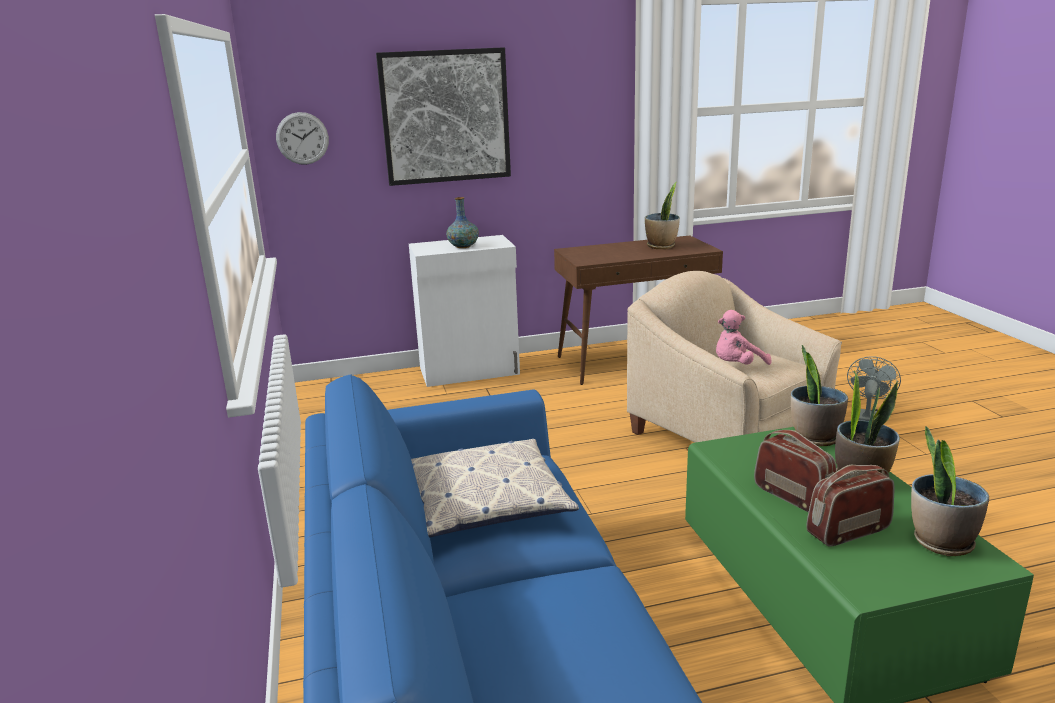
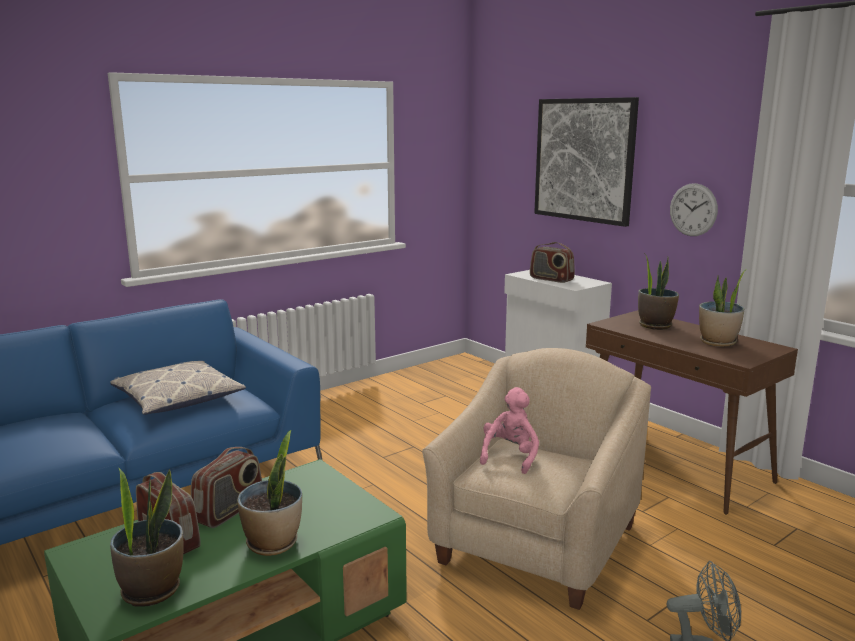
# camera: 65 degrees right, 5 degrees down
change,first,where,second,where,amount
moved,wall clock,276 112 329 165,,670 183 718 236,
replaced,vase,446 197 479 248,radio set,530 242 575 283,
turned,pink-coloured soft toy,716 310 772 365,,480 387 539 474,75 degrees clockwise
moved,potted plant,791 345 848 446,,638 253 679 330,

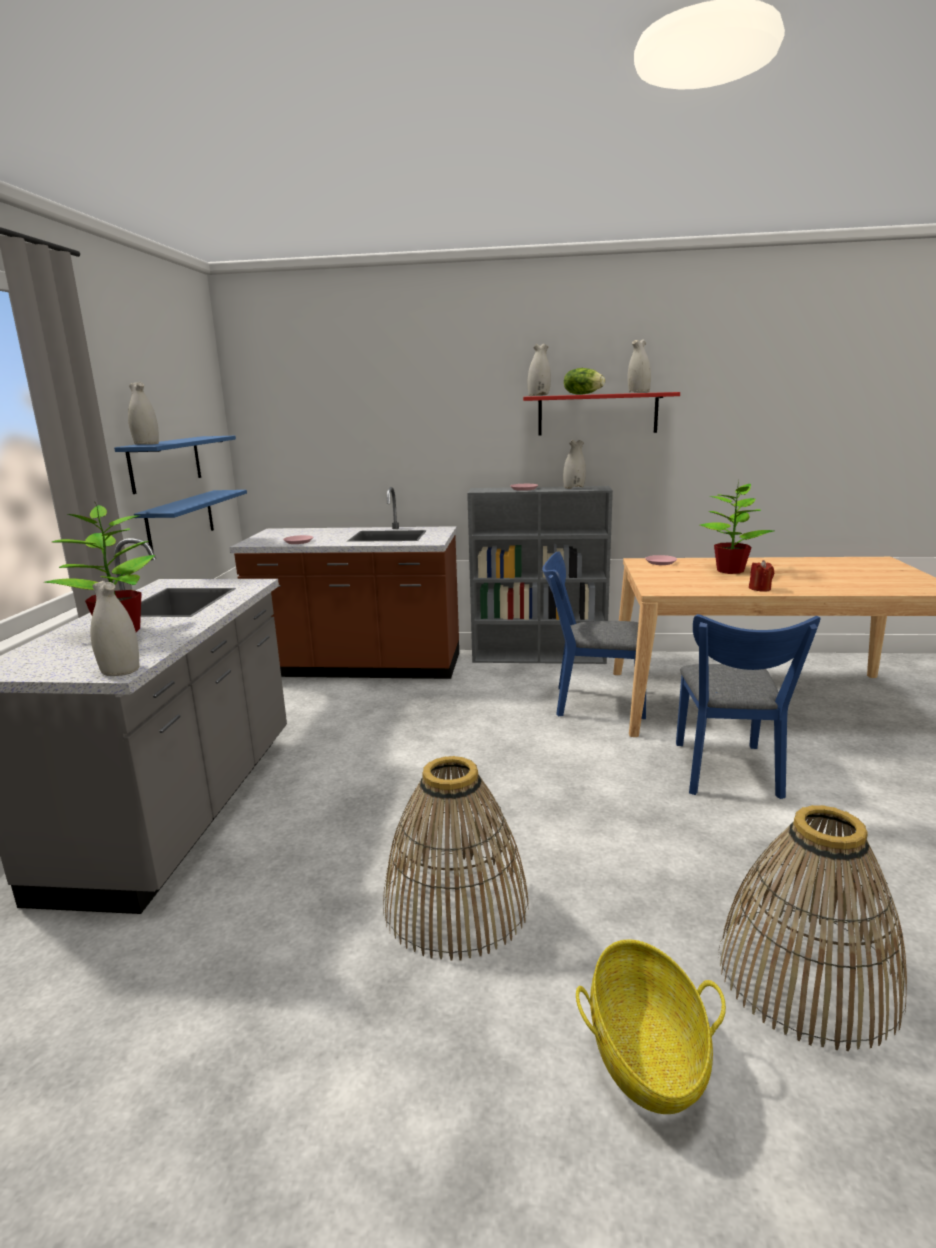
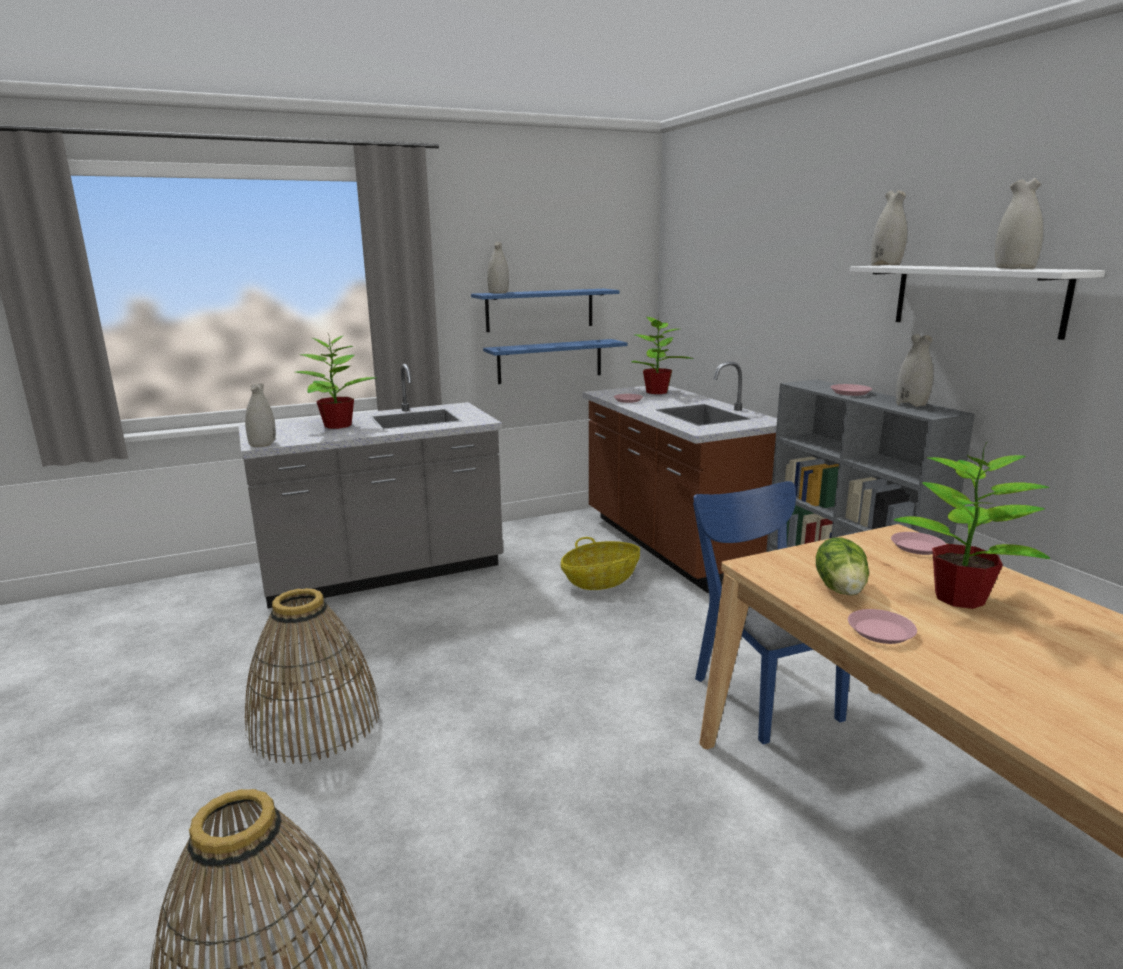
# camera: 60 degrees right, 0 degrees up
change,first,where,second,where,amount
recoloured,reddish wall shelf,523 392 680 436,whitish wall shelf,850 265 1105 340,
moved,head of lettuce,564 368 605 395,,816 537 869 596,
moved,basket,576 940 726 1114,,561 537 640 590,
removed,blue-coloured plain chair,676 614 821 799,,,
replaced,reddish candle,749 560 774 592,pink-coloured flat dish,848 609 917 644,
added,,,potted plant,632 317 693 394,

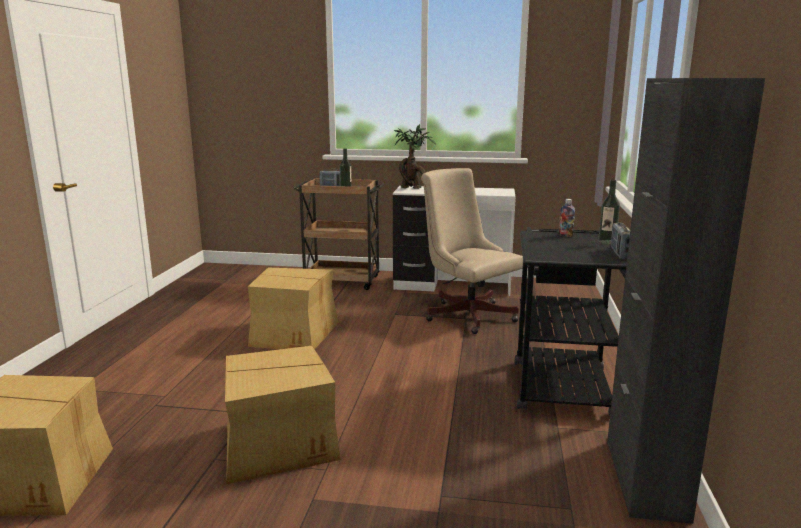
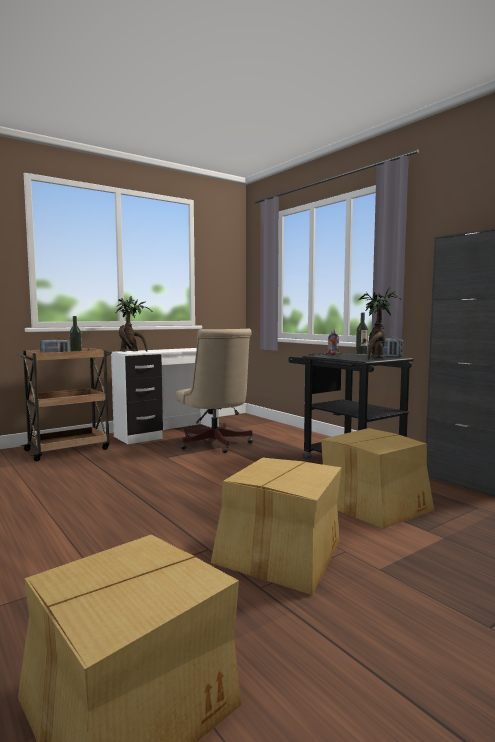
# camera: 45 degrees left, 10 degrees down
change,first,where,second,where,amount
moved,carton,248 268 338 350,,321 428 434 529,
turned,beige office chair,421 168 523 334,,176 329 253 453,120 degrees counterclockwise
added,,,potted plant,358 287 400 360,

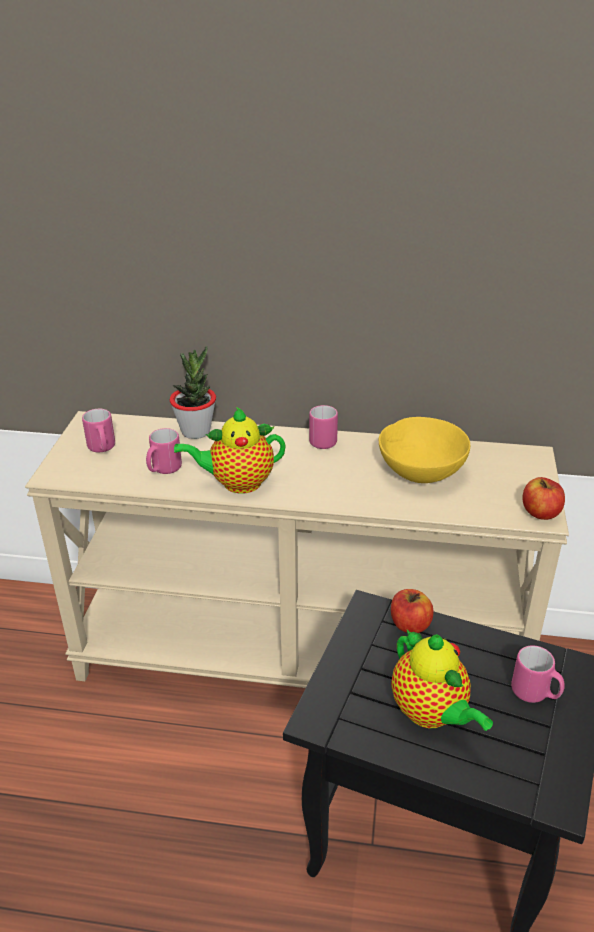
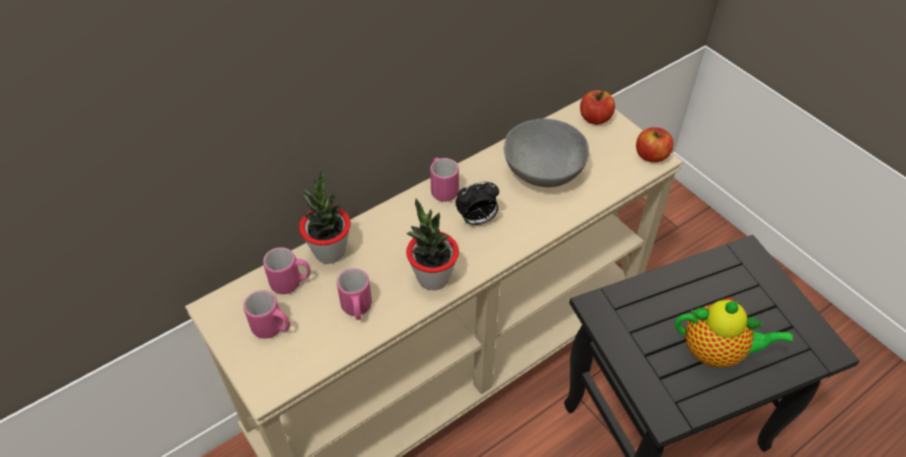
# camera: 45 degrees left, 15 degrees up
change,first,where,second,where,amount
replaced,pot for tea,174 407 286 494,potted plant,406 198 459 290,
recoloured,yellow-coloured deep dish,379 417 470 483,greyish deep dish,504 119 589 187,
moved,apple fruit,391 589 434 633,,580 91 615 125,
moved,pink-coloured mug,511 645 565 703,,263 247 311 294,
added,,,alarm clock,455 181 499 225,

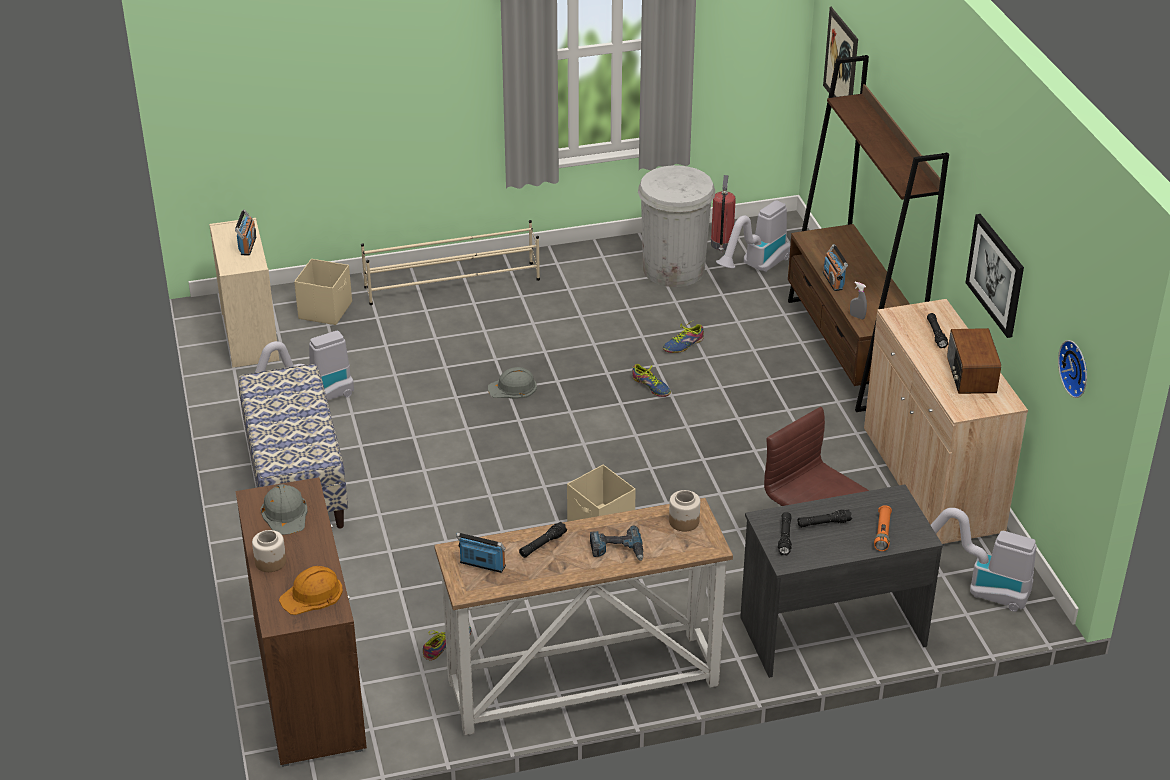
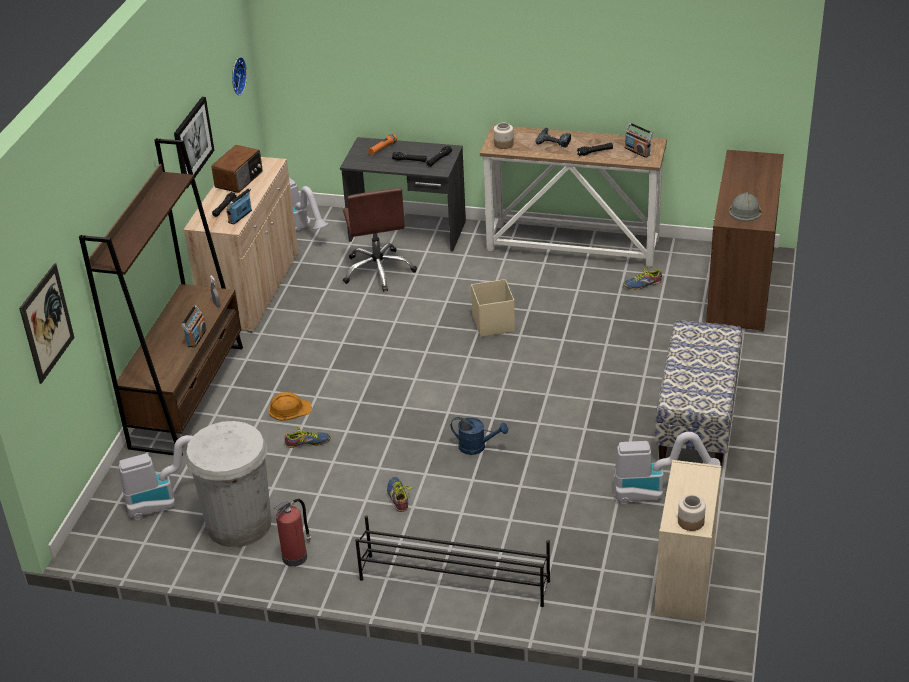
# camera: 150 degrees left, 0 degrees up
change,first,where,second,where,amount
moved,radio set,235 209 256 256,,227 188 252 225,
moved,storage jar,252 530 286 572,,678 495 706 531,
moved,orange safety helmet,279 566 343 615,,269 392 312 421,
removed,beige storage box,294 259 352 325,,,
recoloured,beige shoe stand,361 220 540 305,black-coloured shoe stand,355 515 550 607,
replaced,greyish safety helmet,488 367 537 399,blue-coloured watering can,451 417 508 455,
moved,item of footwear,632 364 671 397,,387 477 412 512,
moved,extinguisher,711 175 736 254,,274 499 311 567,

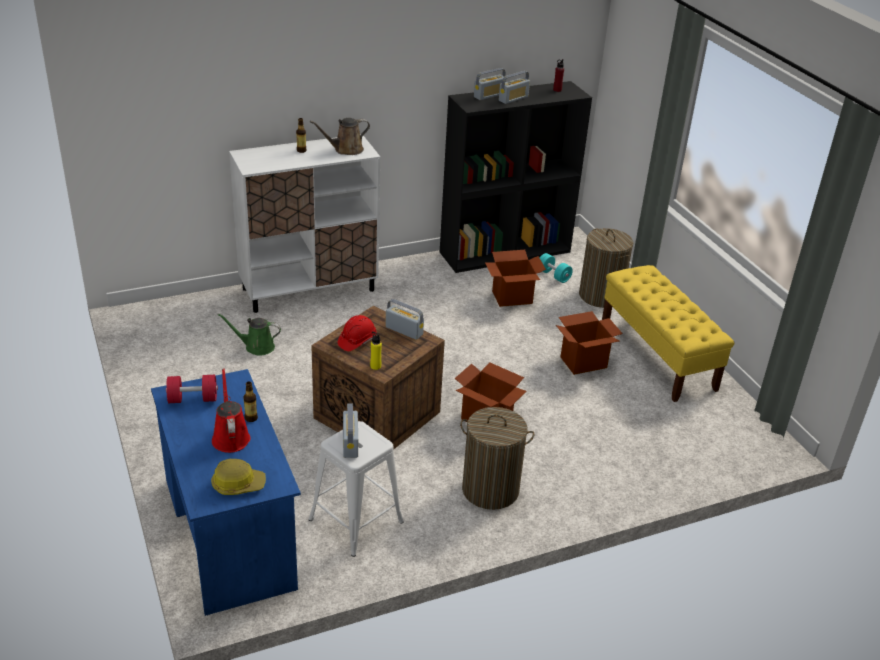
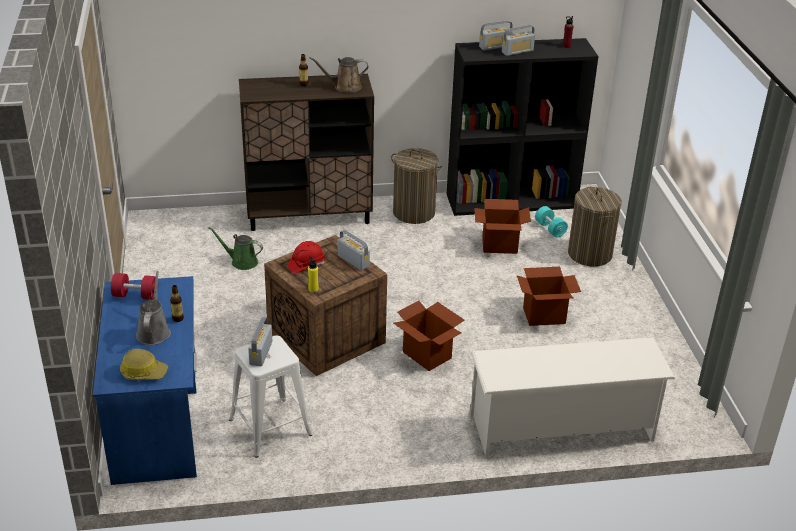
# camera: 15 degrees right, 0 degrees up
change,first,where,second,where,amount
recoloured,reddish watering can,212 368 251 453,greyish watering can,136 271 171 345,
recoloured,whitish cupboard,229 134 380 313,brownish cupboard,239 74 374 231,
moved,laundry basket,460 407 534 510,,391 148 442 224,
removed,yellow-coloured indoor bench,602 265 735 402,,,
added,,,whitish shoe stand,470 337 675 457,

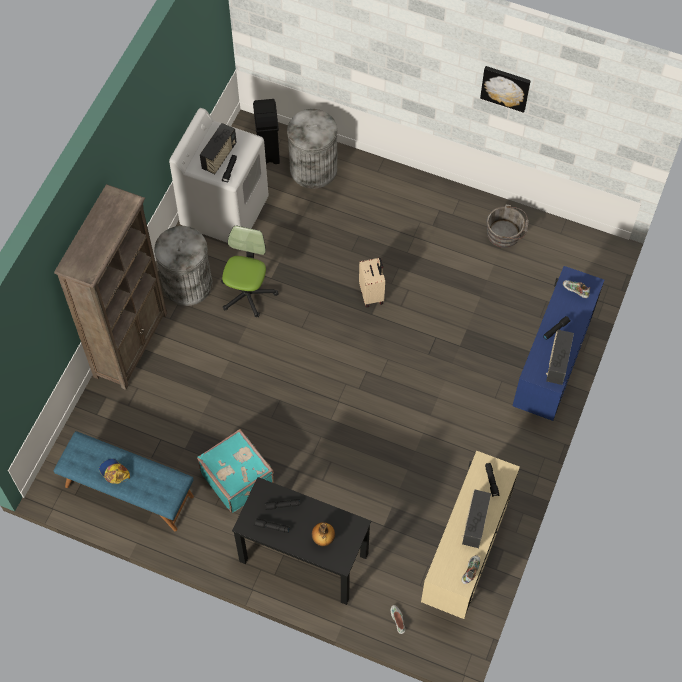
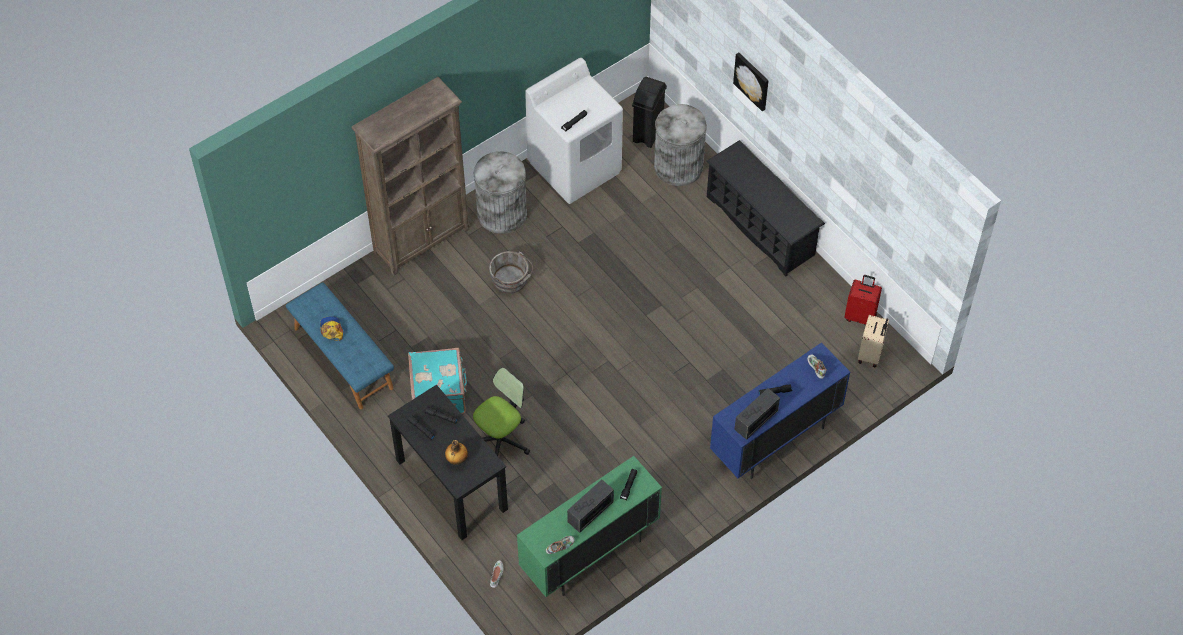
# camera: 30 degrees right, 5 degrees down
change,first,where,second,where,amount
removed,radio set,200 123 237 174,,,
moved,office chair,221 225 278 317,,473 368 530 456,
moved,beige piece of luggage,359 258 385 307,,858 315 889 367,
recoloured,beige cupboard,421 451 520 619,greenish cupboard,517 456 662 597,
moved,picture,480 66 531 113,,733 53 769 111,
moved,greyish water bucket,486 204 529 248,,489 251 533 294,
added,,,black-coloured shoe stand,706 140 825 276,
added,,,reddish piece of luggage,844 275 882 325,

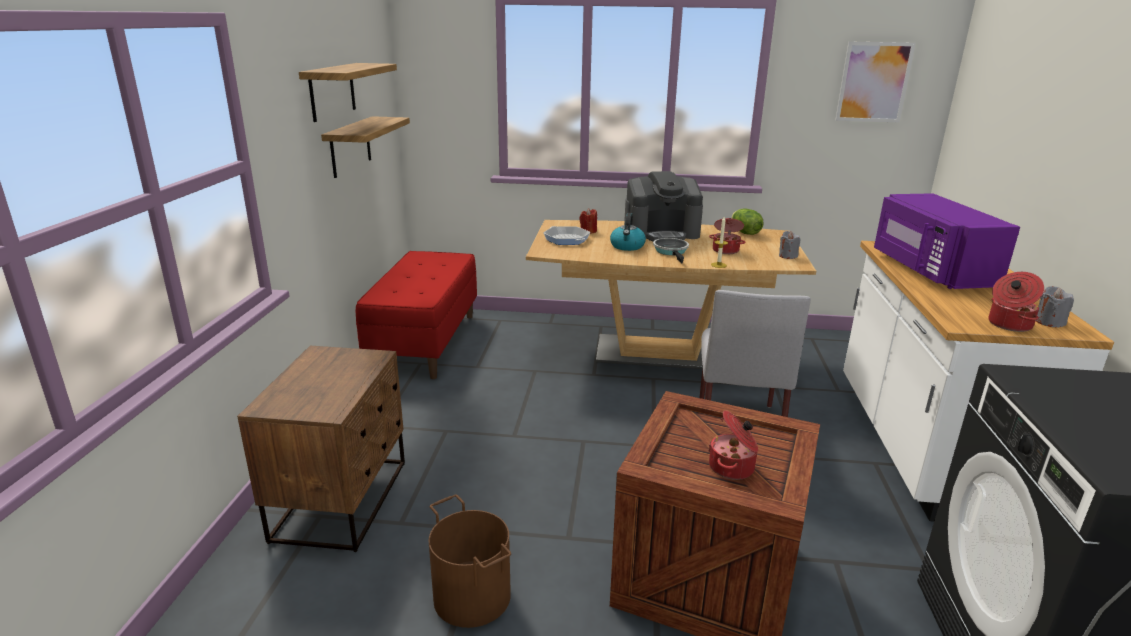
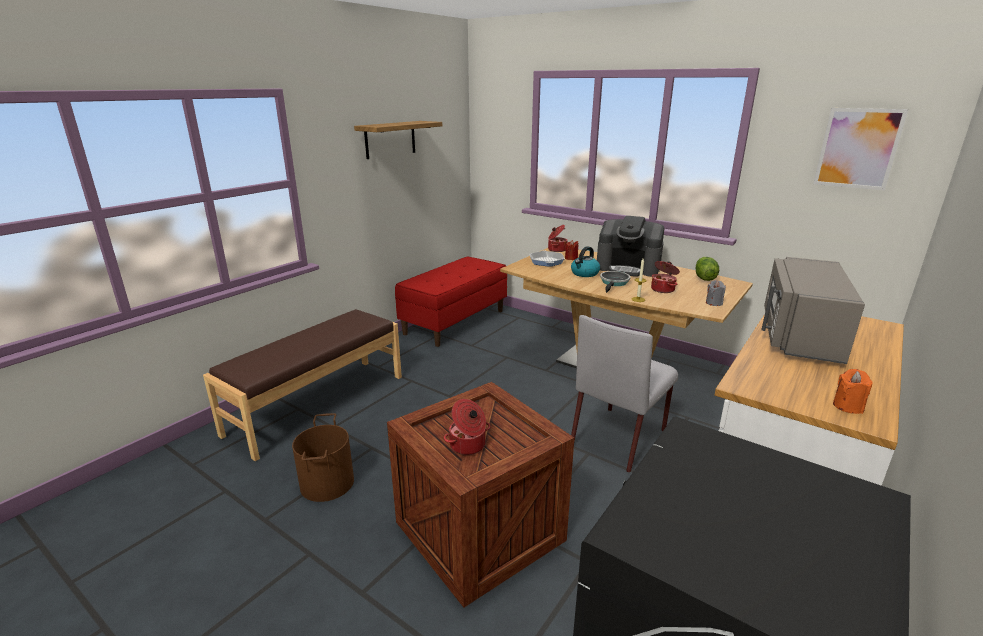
# camera: 30 degrees right, 0 degrees up
change,first,where,second,where,amount
replaced,brownish night table,237 346 405 552,brownish indoor bench,203 309 402 461,
removed,wall shelf,321 116 410 178,,,
recoloured,purple microwave oven,874 193 1020 289,greyish microwave oven,761 257 865 364,
moved,saucepot,988 272 1044 332,,548 225 568 252,
recoloured,greyish candle,1036 286 1074 327,orange candle,833 369 873 414,

